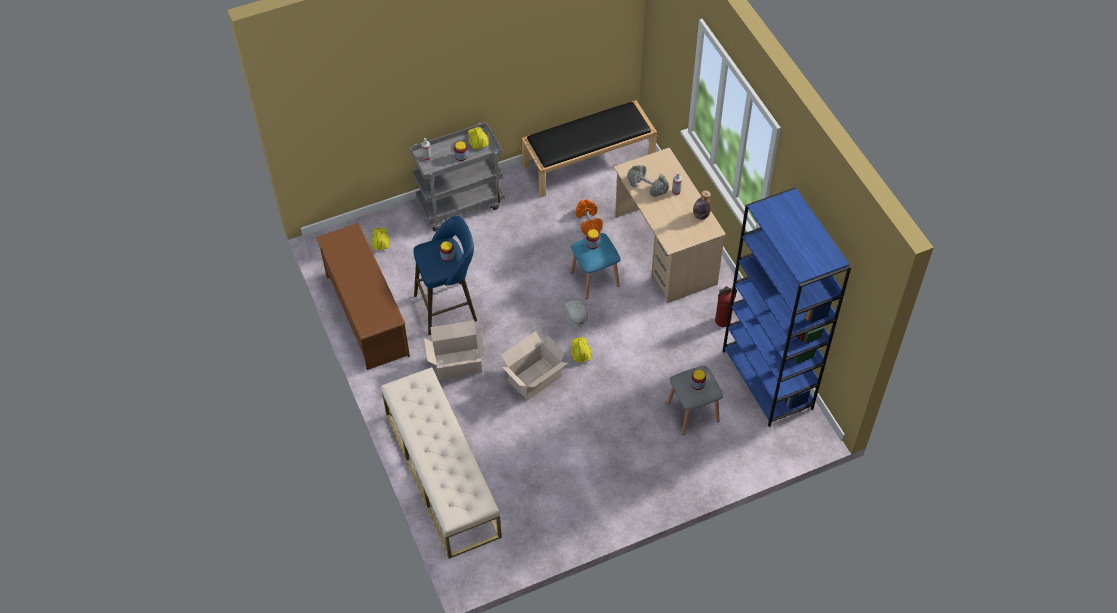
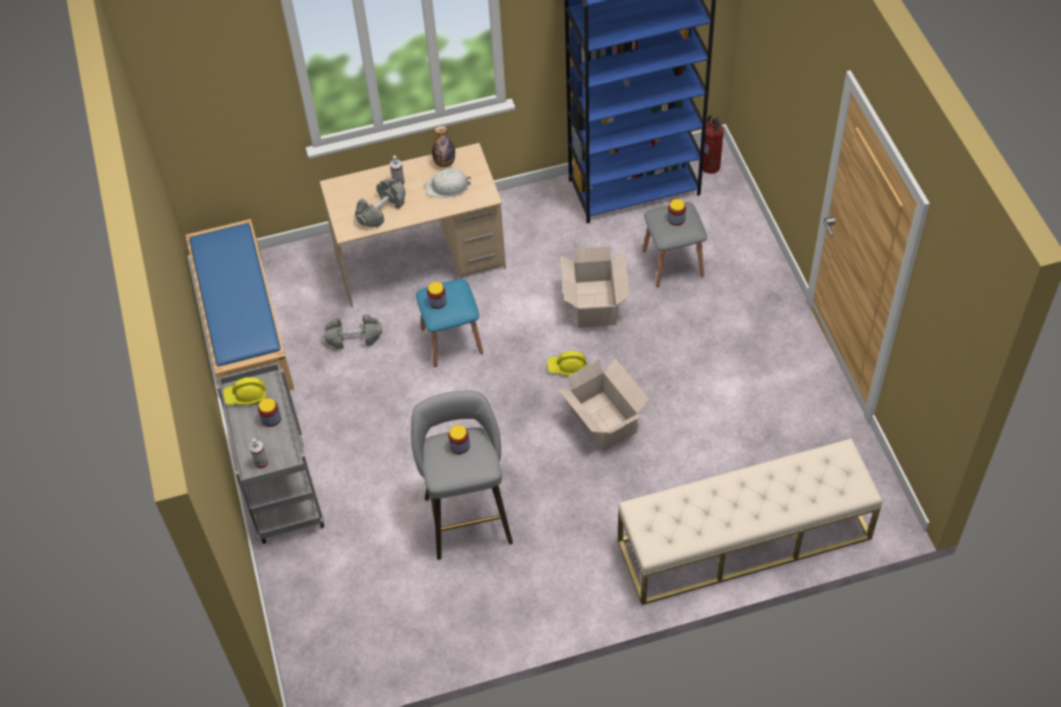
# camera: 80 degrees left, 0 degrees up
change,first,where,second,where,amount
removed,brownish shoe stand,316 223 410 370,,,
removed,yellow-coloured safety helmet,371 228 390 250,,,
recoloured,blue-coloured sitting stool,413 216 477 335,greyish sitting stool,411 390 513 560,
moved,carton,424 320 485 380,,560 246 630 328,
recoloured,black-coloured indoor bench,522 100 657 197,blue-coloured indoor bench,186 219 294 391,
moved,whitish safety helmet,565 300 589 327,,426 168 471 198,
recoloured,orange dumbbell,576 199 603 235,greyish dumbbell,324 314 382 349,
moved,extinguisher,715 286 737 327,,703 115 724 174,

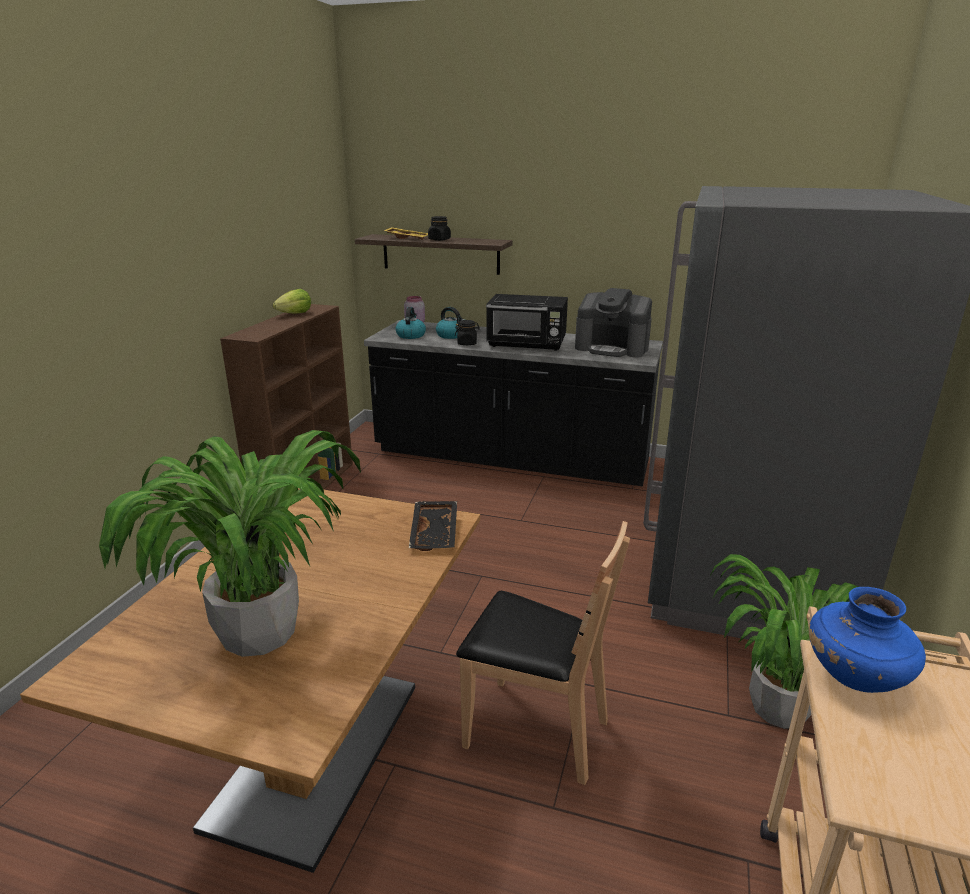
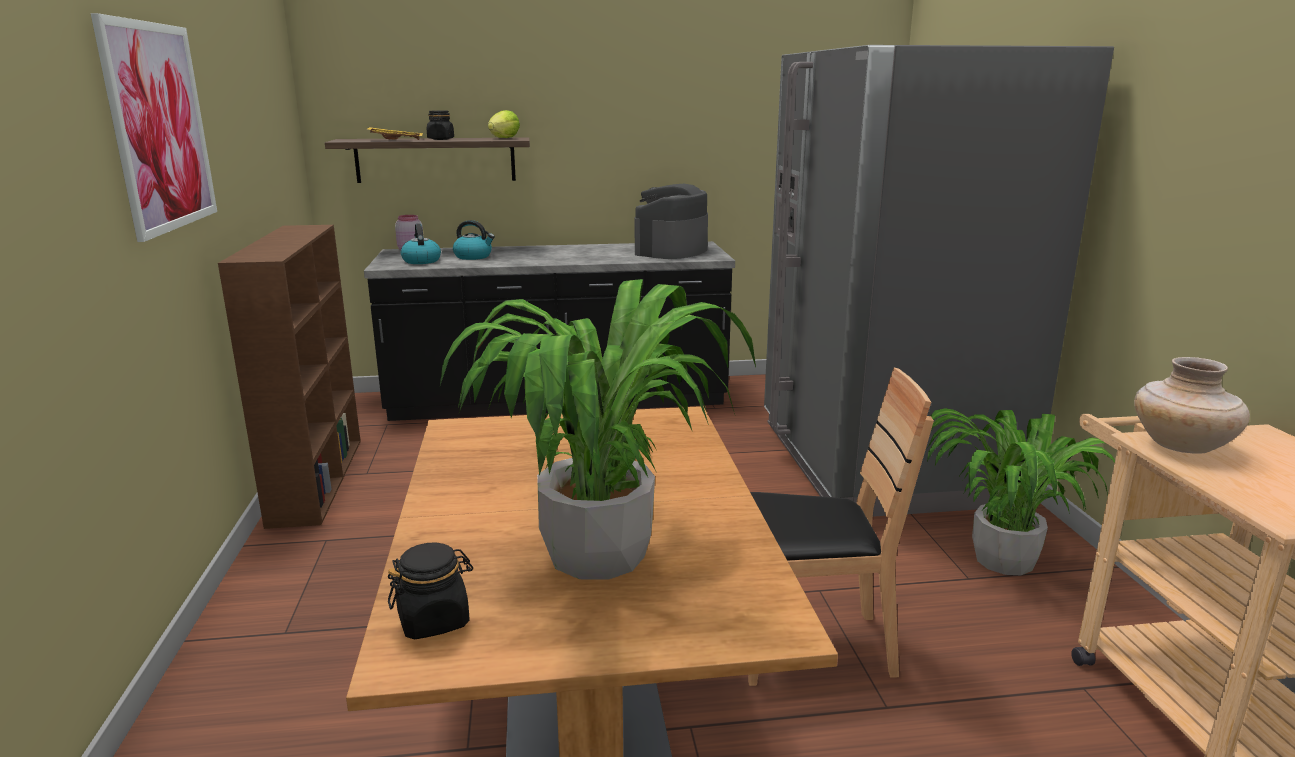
# camera: 25 degrees left, 5 degrees down
change,first,where,second,where,amount
moved,head of lettuce,273 289 311 314,,488 110 520 138,
removed,black-coloured serving tray,409 501 457 551,,,
moved,black-coloured storage jar,455 320 480 345,,388 543 473 639,
removed,black-coloured microwave oven,486 294 568 351,,,
turned,coffee machine,575 288 652 357,,635 184 708 259,120 degrees clockwise
recoloured,blue-coloured vase,809 587 926 693,beige vase,1134 357 1250 453,
added,,,picture,91 13 217 242,

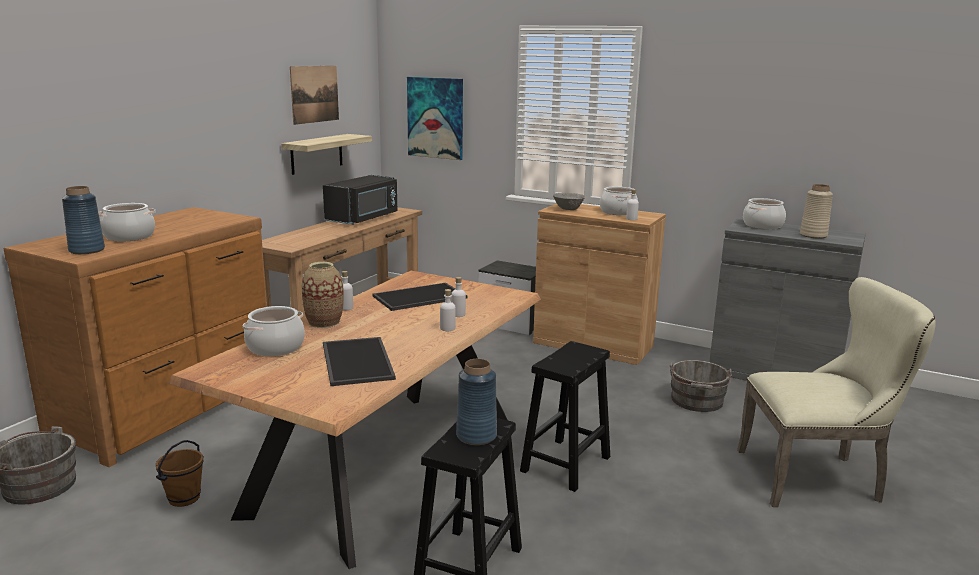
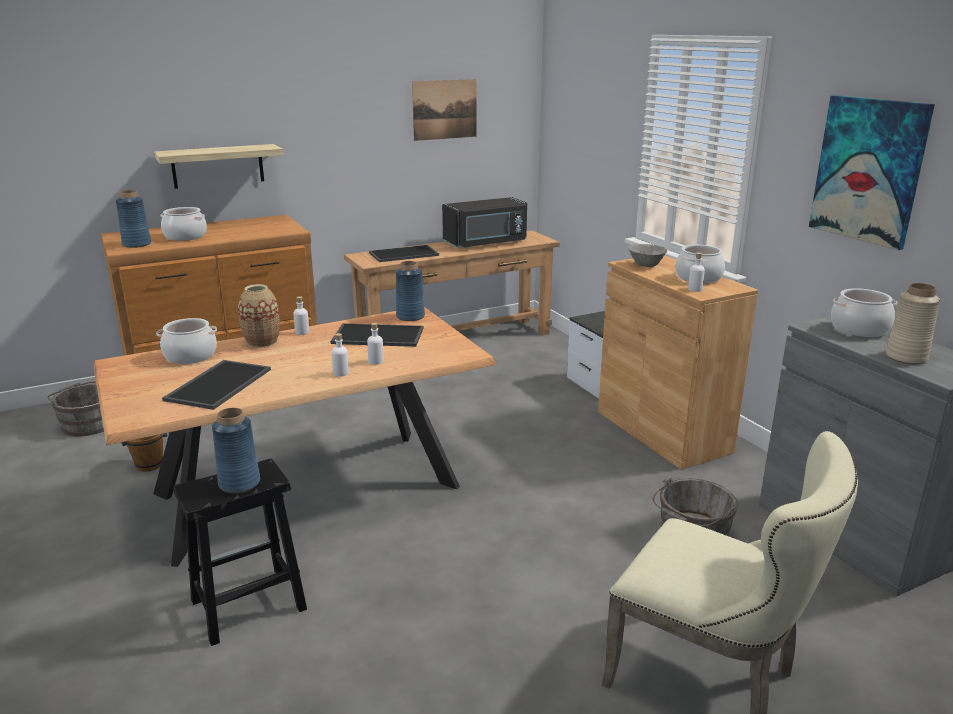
# camera: 35 degrees right, 5 degrees up
change,first,where,second,where,amount
moved,wall shelf,281 134 372 175,,154 144 284 189,
moved,picture,407 77 463 160,,809 95 935 250,
removed,black-coloured sitting stool,520 341 610 492,,,
added,,,serving tray,369 245 439 262,
added,,,blue-coloured vase,396 261 425 321,

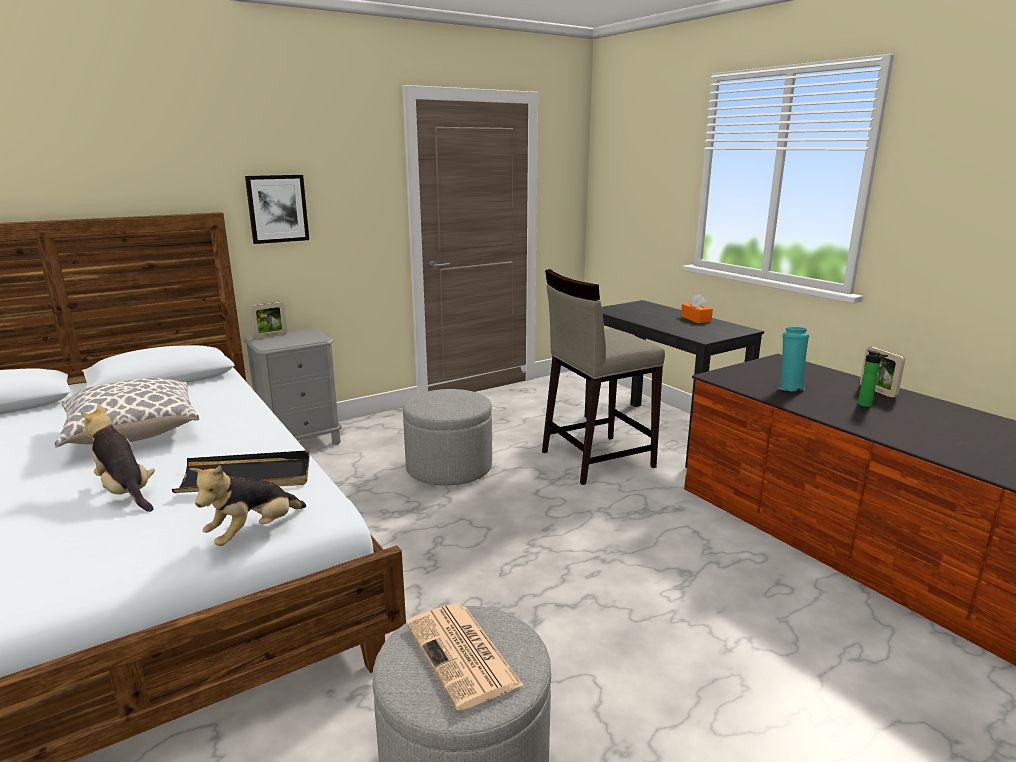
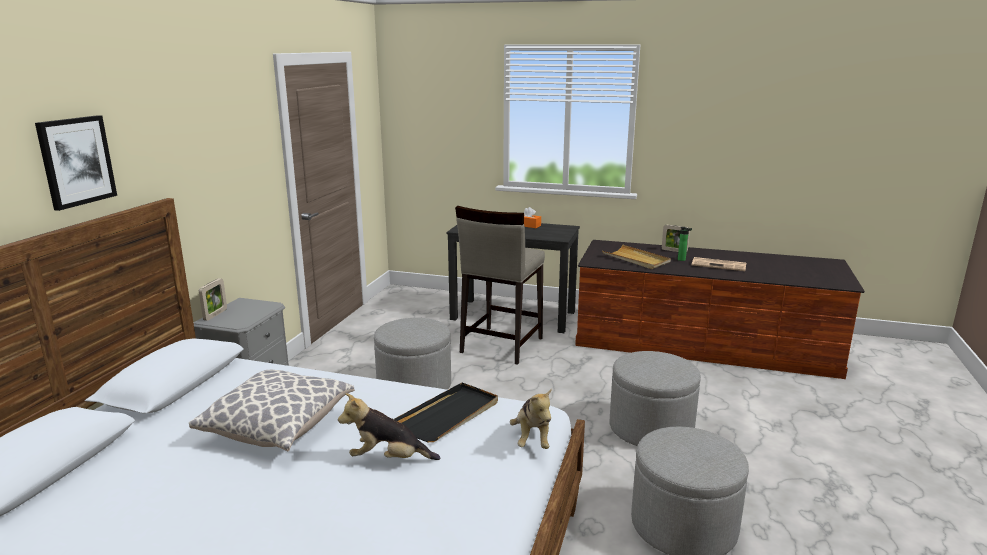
# camera: 40 degrees left, 0 degrees up
change,first,where,second,where,amount
moved,picture,245 175 309 244,,35 115 117 211,
moved,newspaper,406 603 524 711,,692 257 746 271,
replaced,blue-green vase,779 327 809 391,beige serving tray,602 244 671 269,
added,,,greyish ottoman,610 351 701 446,

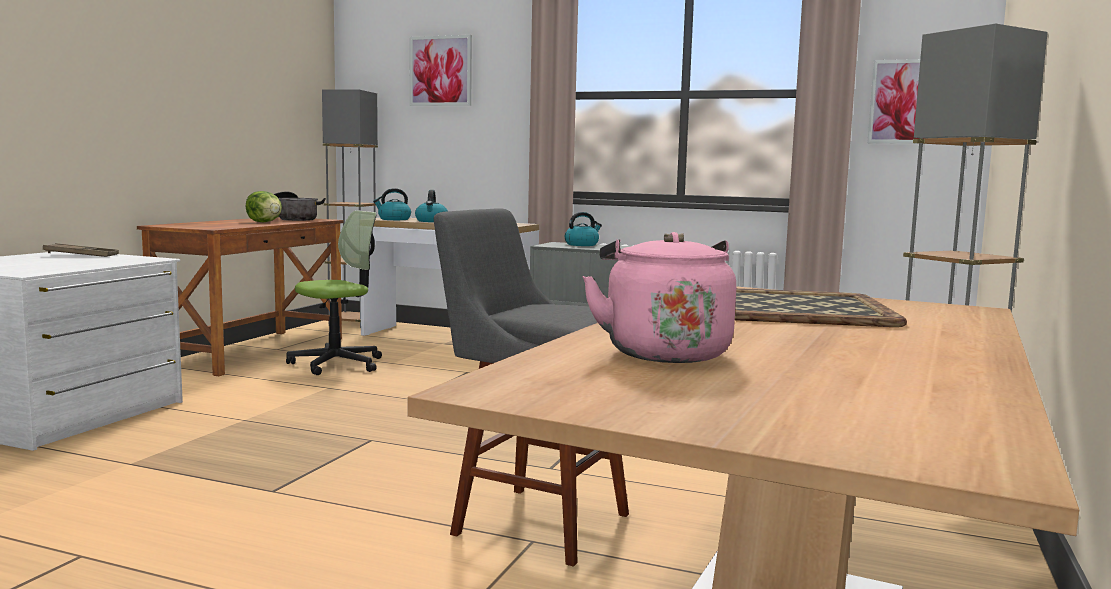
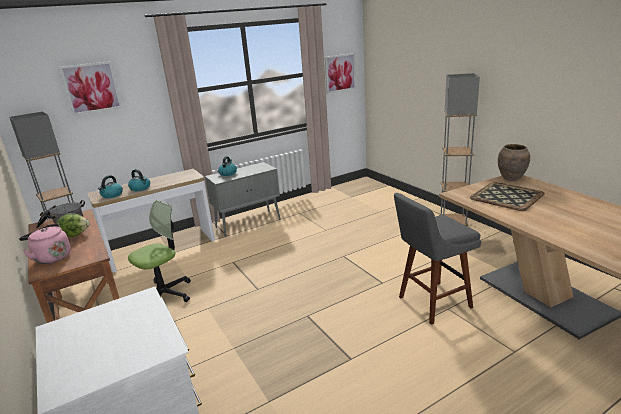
# camera: 50 degrees left, 15 degrees up
change,first,where,second,where,amount
removed,brownish serving tray,43 243 119 257,,,
turned,office chair,286 210 382 375,,128 200 191 302,45 degrees clockwise
moved,pink-coloured kettle,582 232 736 363,,19 224 71 264,
added,,,brownish vase,498 144 530 181,

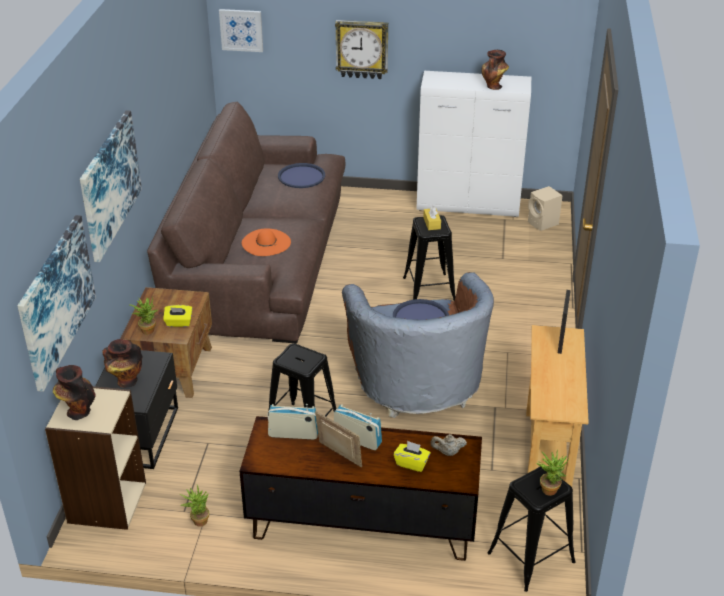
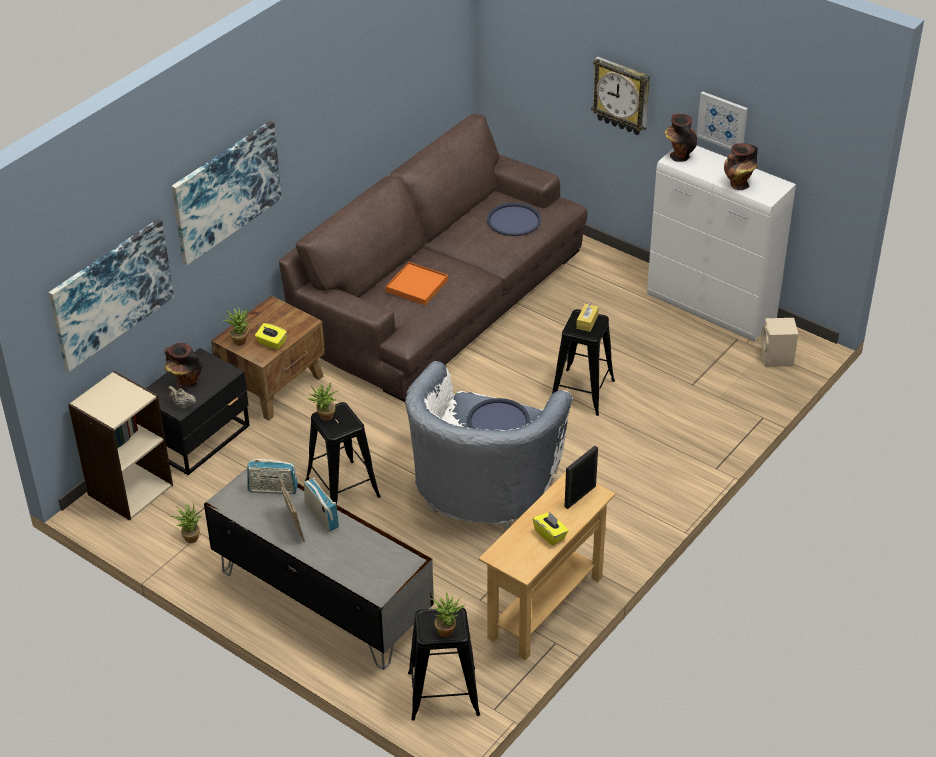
# camera: 30 degrees right, 5 degrees up
change,first,where,second,where,amount
moved,vase,53 365 96 420,,665 114 697 162,
moved,picture,219 9 263 52,,697 91 748 150,
recoloured,brownish tv stand,240 416 482 561,greyish tv stand,204 460 434 670,
replaced,orange wearable hat,242 229 291 256,orange serving tray,386 262 448 305,
turned,radio set,267 404 318 440,,247 459 298 494,150 degrees clockwise
recoloured,brownish armchair,342 272 494 418,whitish armchair,405 361 573 530,
moved,yellow-coloured tissue box,394 441 431 472,,533 511 569 545,
moved,beige pot for tea,430 434 467 456,,167 386 196 409,
added,,,potted plant,308 382 338 421,

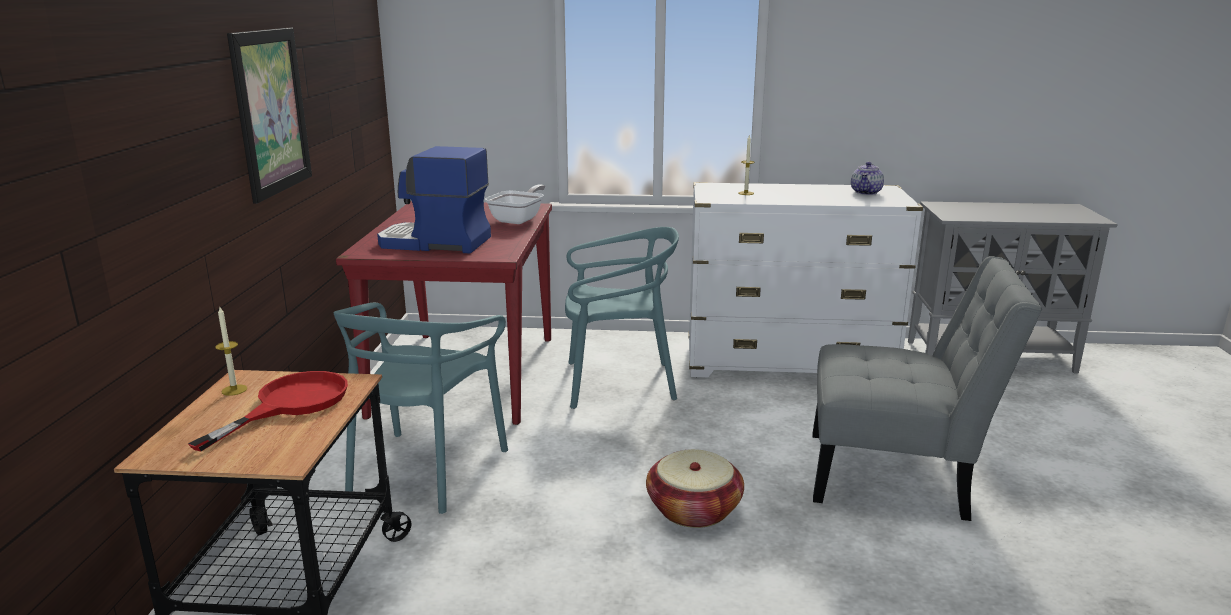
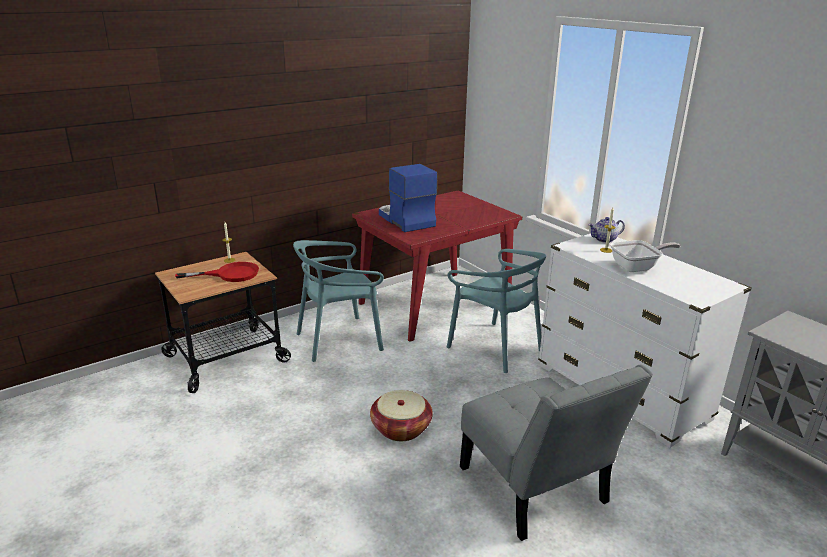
# camera: 50 degrees right, 5 degrees up
change,first,where,second,where,amount
removed,picture,227 28 312 204,,,
moved,frying pan,485 185 545 224,,610 240 681 272,
moved,pot for tea,851 162 884 195,,589 217 625 243,

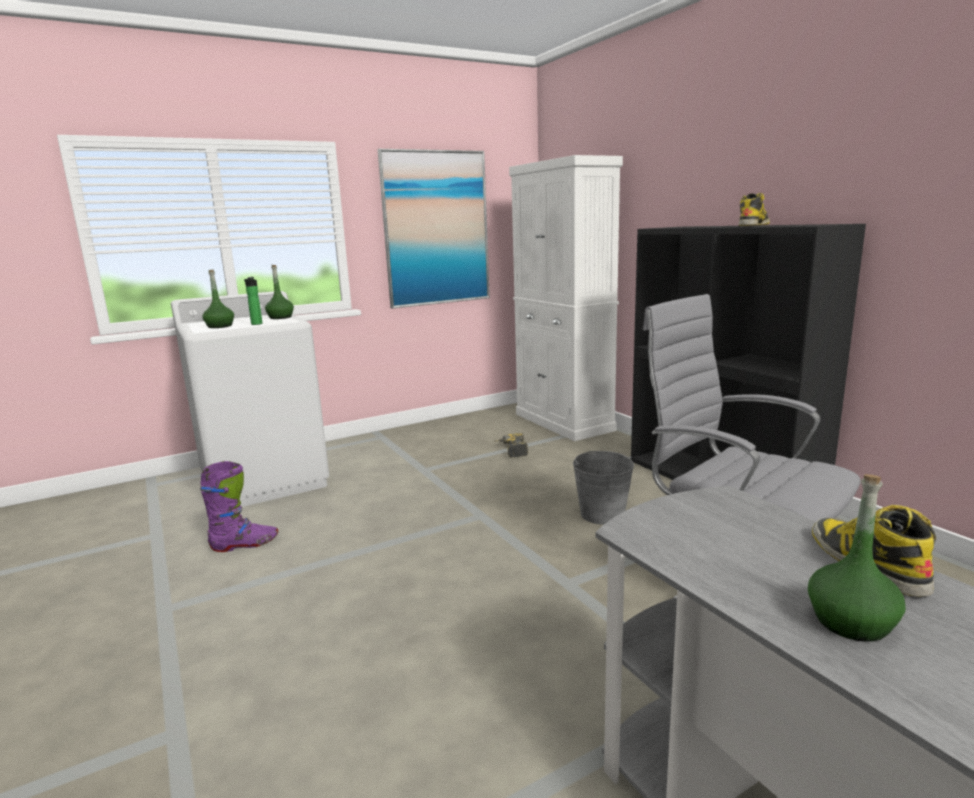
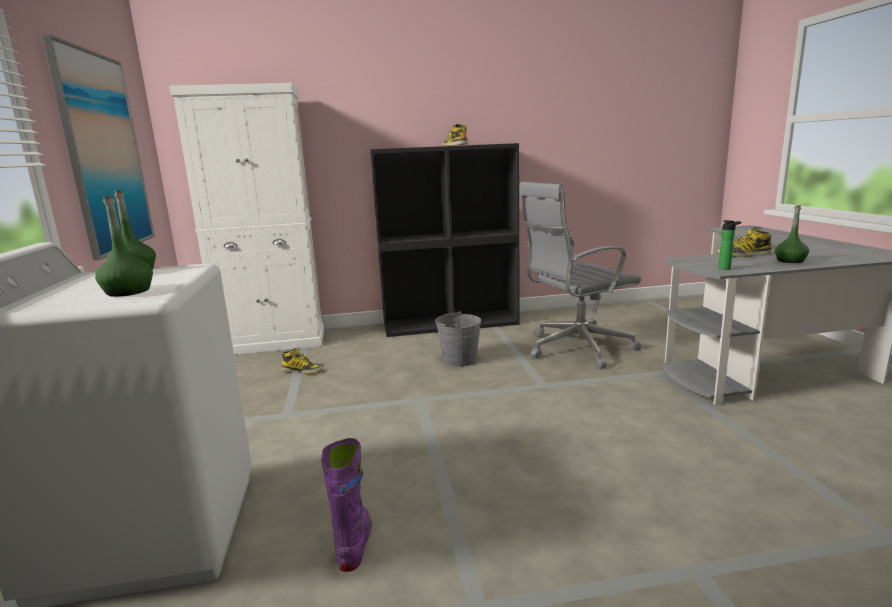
# camera: 70 degrees left, 0 degrees up
change,first,where,second,where,amount
moved,drink bottle,244 277 263 325,,718 220 741 270,
replaced,electric drill,495 433 528 457,boot,282 348 323 374,

